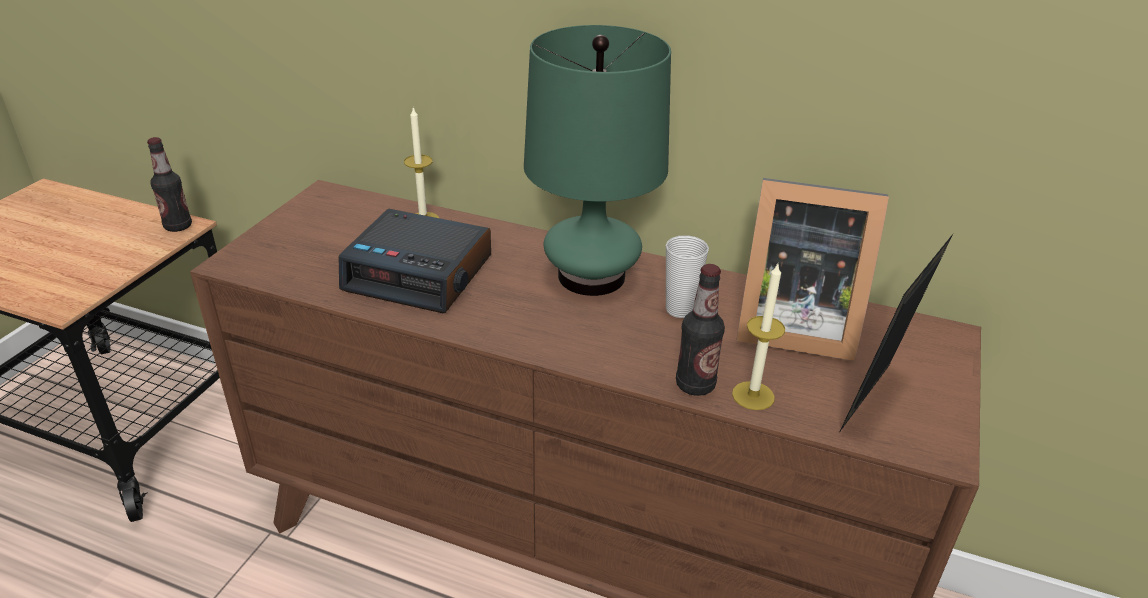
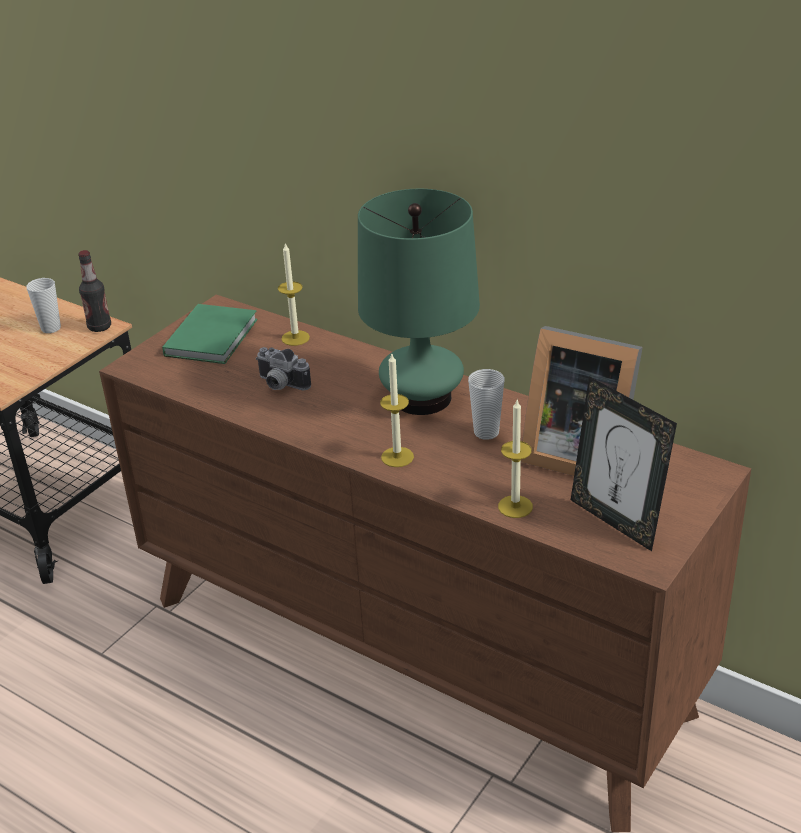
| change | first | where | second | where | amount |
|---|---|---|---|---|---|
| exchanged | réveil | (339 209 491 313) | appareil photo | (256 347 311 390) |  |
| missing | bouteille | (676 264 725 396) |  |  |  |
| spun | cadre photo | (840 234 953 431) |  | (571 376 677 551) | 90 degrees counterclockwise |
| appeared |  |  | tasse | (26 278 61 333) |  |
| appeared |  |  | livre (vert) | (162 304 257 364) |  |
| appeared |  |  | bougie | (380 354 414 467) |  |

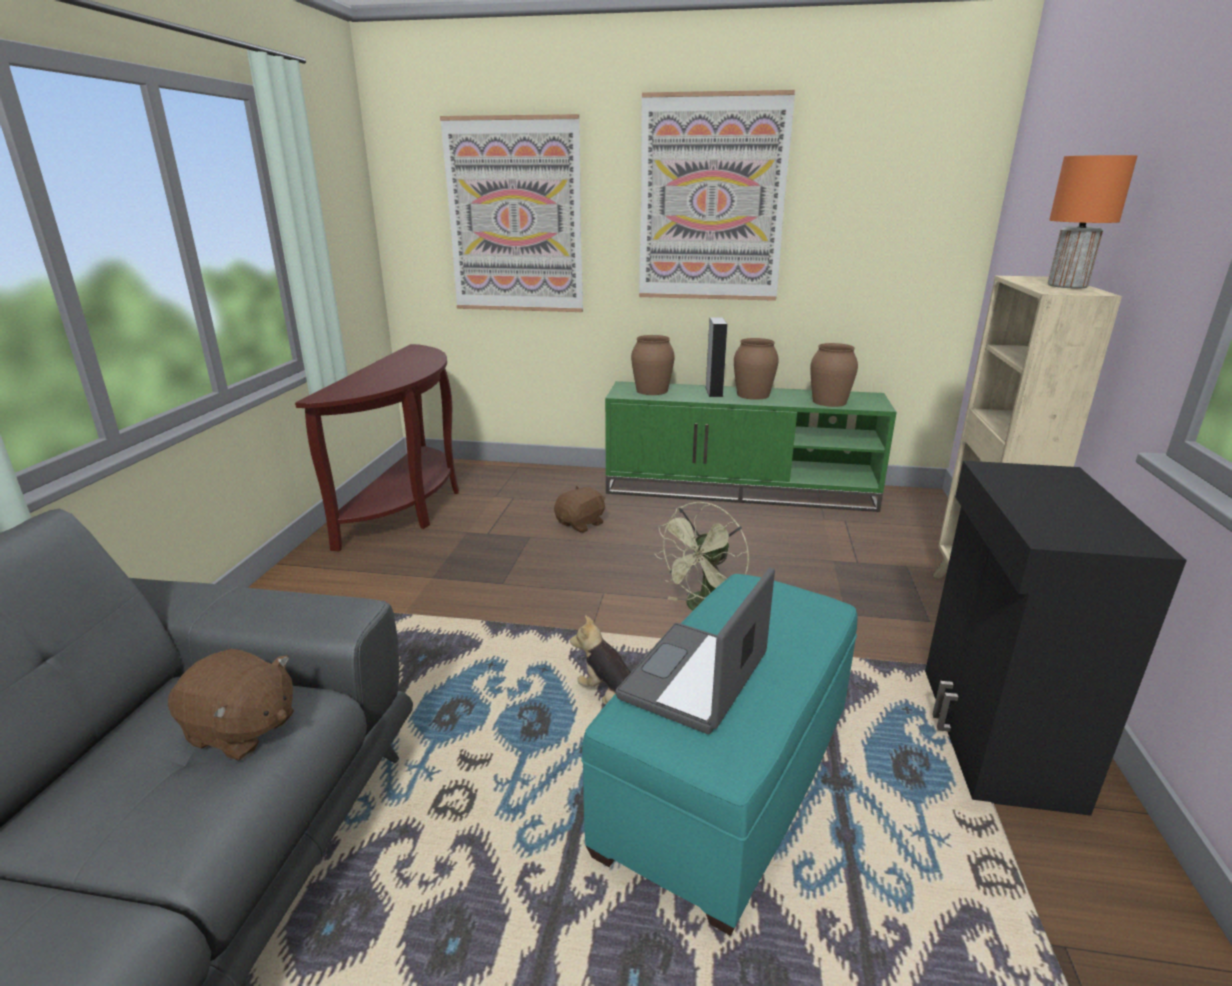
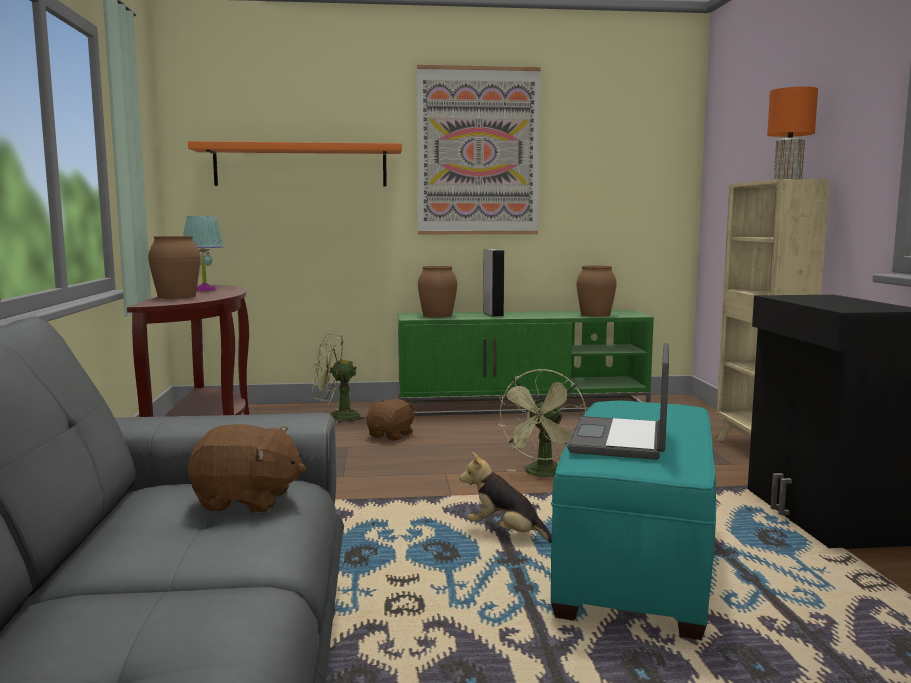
| change | first | where | second | where | amount |
|---|---|---|---|---|---|
| exchanged | tableau | (440 114 583 312) | étagère (orange) | (188 141 402 187) |  |
| relocated | vase (marron) | (734 338 779 400) |  | (148 236 200 299) |  |
| appeared |  |  | lampe de table (turquoise) | (183 216 224 291) |  |
| appeared |  |  | ventilateur (vert) | (312 334 366 423) |  |

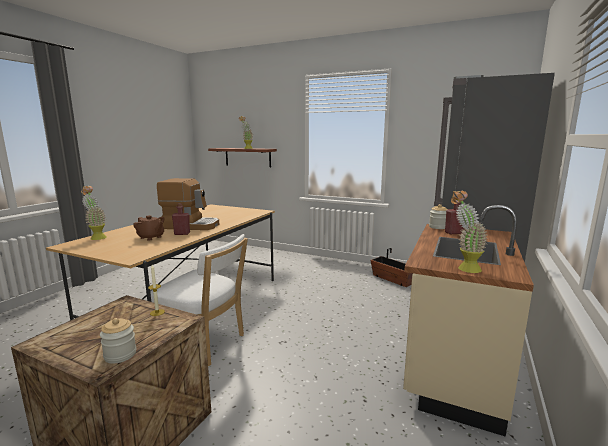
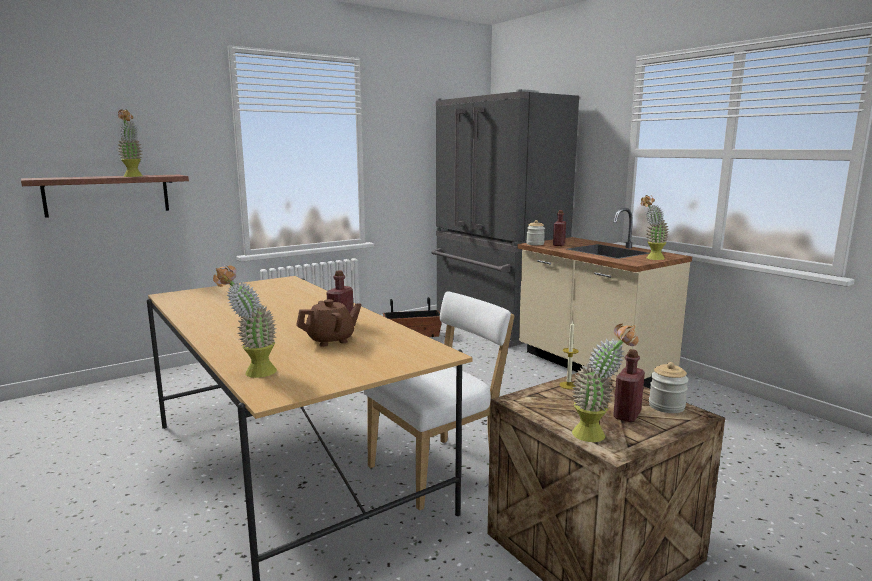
| change | first | where | second | where | amount |
|---|---|---|---|---|---|
| missing | machine à café | (157 178 219 230) |  |  |  |
| appeared |  |  | plante en pot | (572 324 638 442) |  |
| appeared |  |  | bouteille (rouge) | (613 349 645 422) |  |

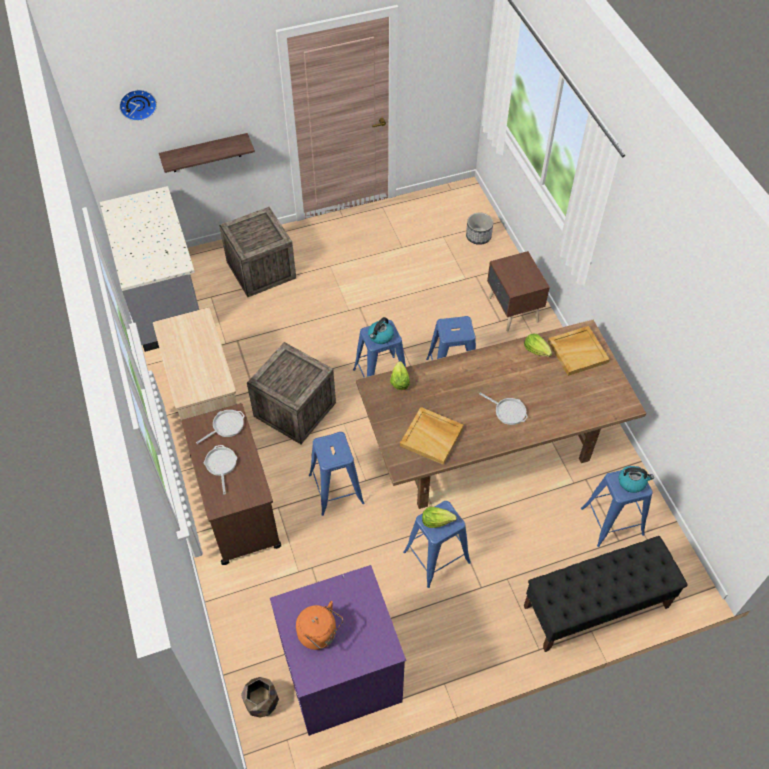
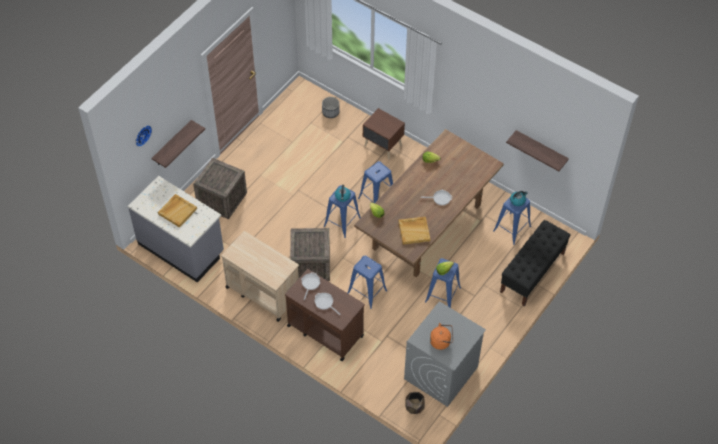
| change | first | where | second | where | amount |
|---|---|---|---|---|---|
| colour | lave-linge (violet) | (270 565 406 736) | lave-linge (gris) | (404 301 486 407) |  |
| relocated | plateau (beige) | (548 326 610 376) |  | (158 194 197 228) |  |
| appeared |  |  | étagère | (506 130 569 171) |  |

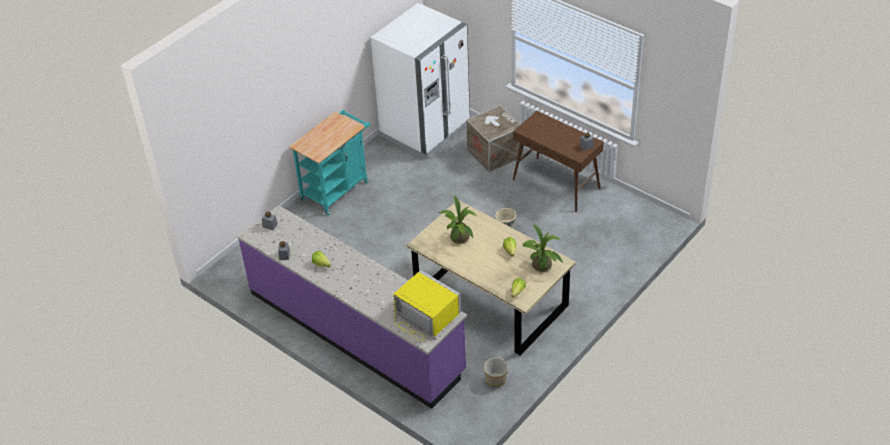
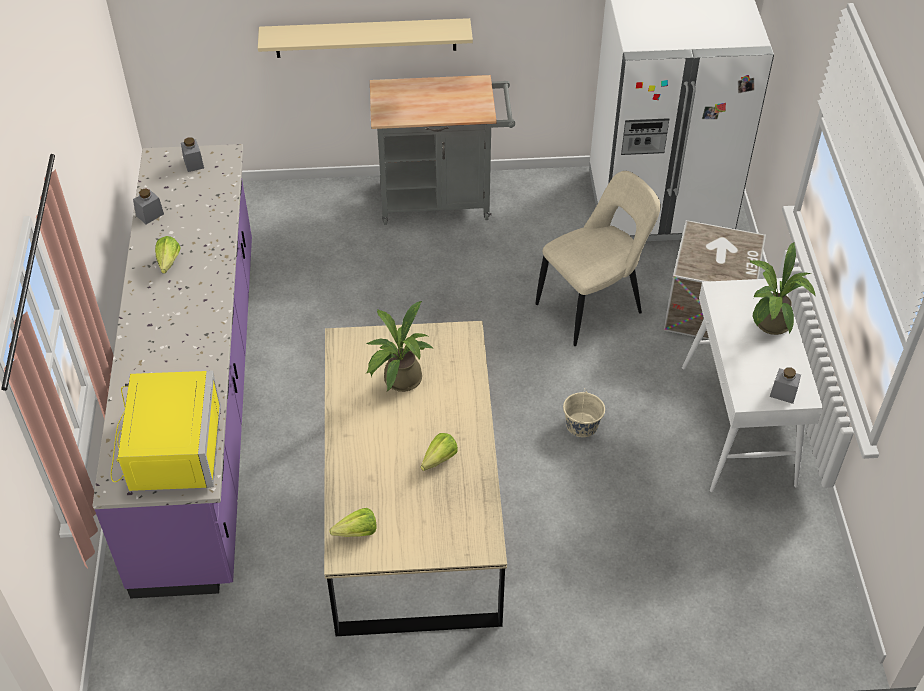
| change | first | where | second | where | amount |
|---|---|---|---|---|---|
| colour | chariot (turquoise) | (289 110 370 215) | chariot (gris) | (370 75 515 225) |  |
| missing | cache-pot | (484 358 508 387) |  |  |  |
| colour | table console (marron) | (513 111 604 212) | table console (blanc) | (682 278 823 492) |  |
| relocated | plante en pot | (523 223 563 272) |  | (750 242 816 335) |  |
| appeared |  |  | étagère (beige) | (258 18 473 58) |  |
| appeared |  |  | chaise (beige) | (535 171 661 346) |  |

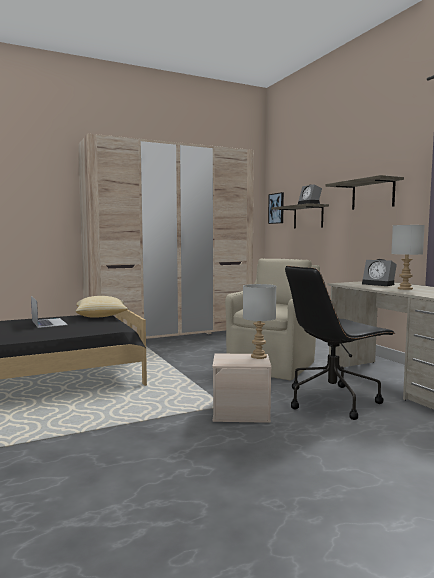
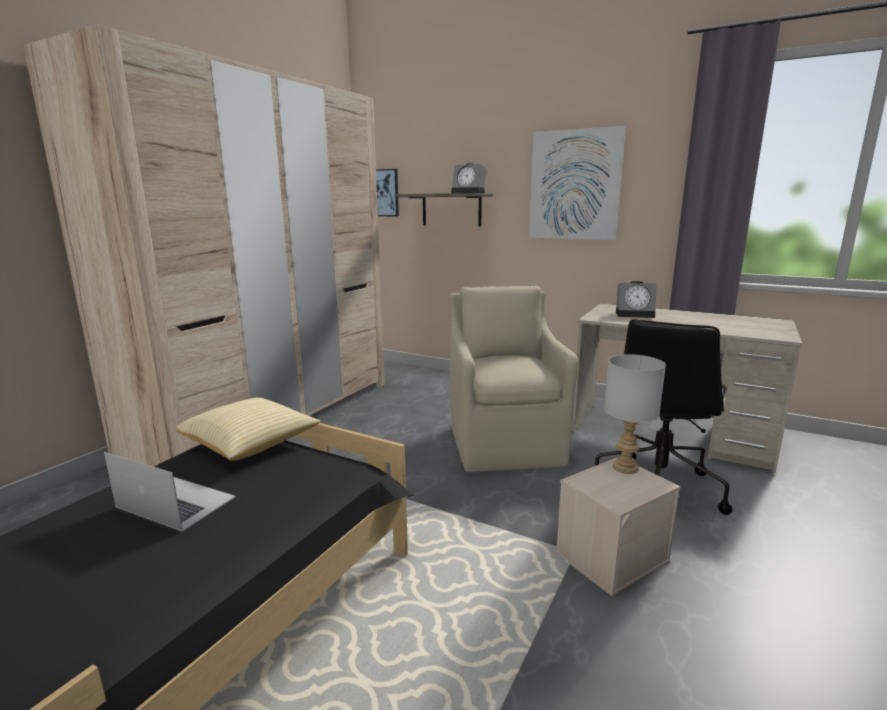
| change | first | where | second | where | amount |
|---|---|---|---|---|---|
| exchanged | étagère | (325 175 404 210) | tableau | (529 126 626 240) |  |
| missing | lampe de table (gris) | (391 225 425 290) |  |  |  |

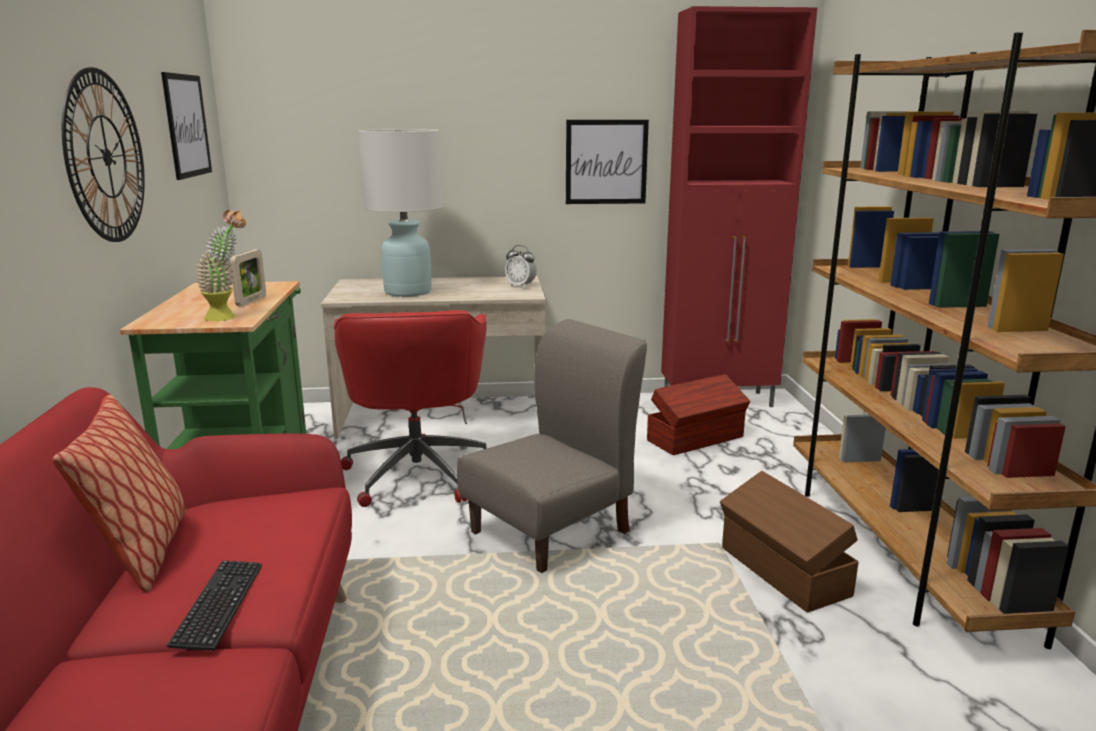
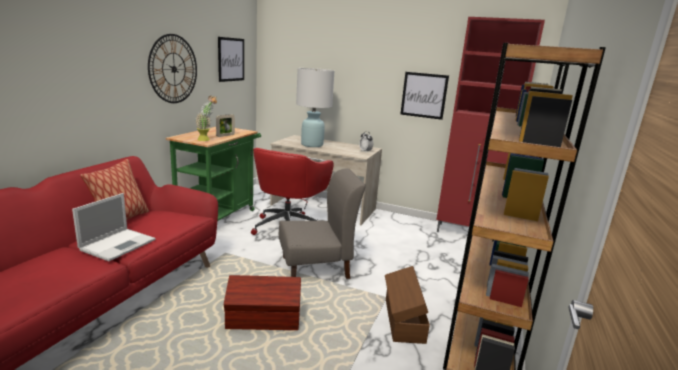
| change | first | where | second | where | amount |
|---|---|---|---|---|---|
| exchanged | clavier | (167 560 262 651) | ordinateur portable | (72 193 156 261) |  |
| relocated | boîte de rangement (marron) | (647 374 750 455) |  | (224 275 301 330) |  |

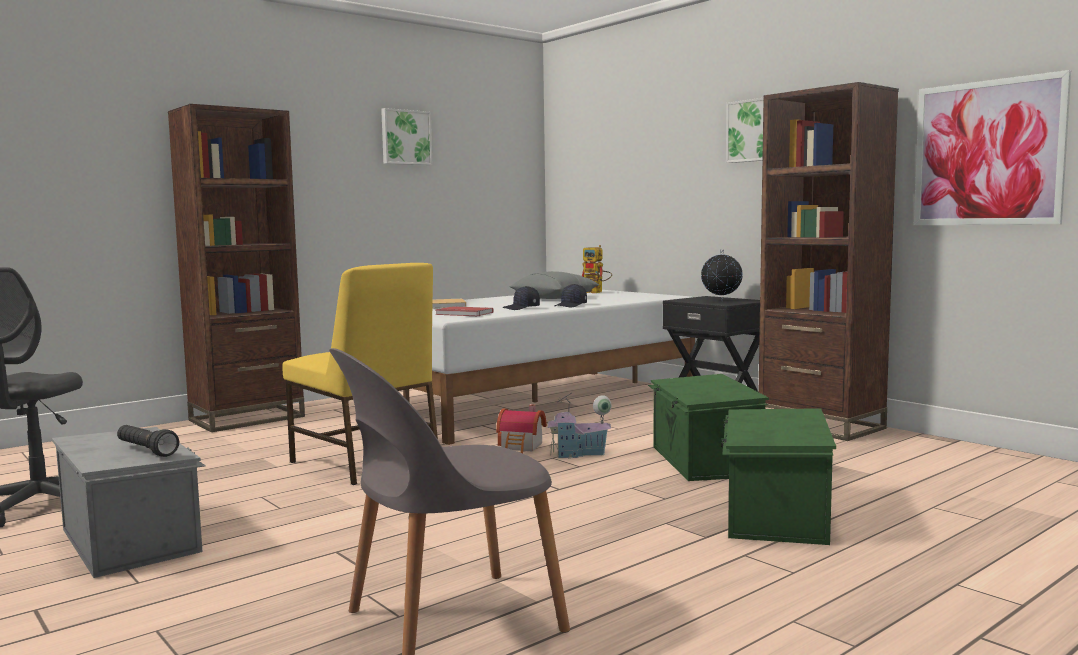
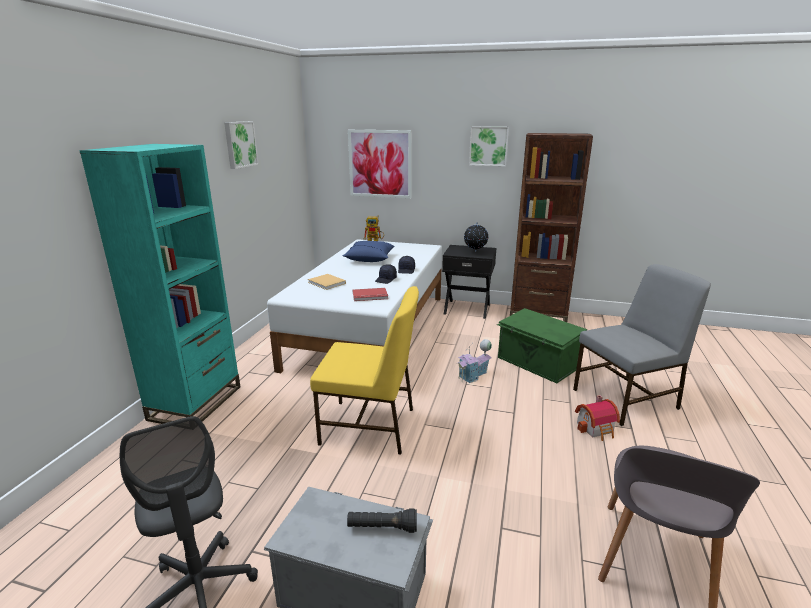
| change | first | where | second | where | amount |
|---|---|---|---|---|---|
| colour | bibliothèque (marron) | (168 104 305 432) | bibliothèque (turquoise) | (79 144 240 424) |  |
| relocated | maison miniature | (496 404 547 454) |  | (575 395 620 441) |  |
| colour | coussin (gris) | (509 271 599 299) | coussin (bleu) | (343 241 394 262) |  |
| exchanged | boîte de rangement (vert) | (721 408 836 545) | chaise (gris) | (573 264 711 426) |  |
| relocated | tableau | (914 70 1071 225) |  | (348 130 412 199) |  |

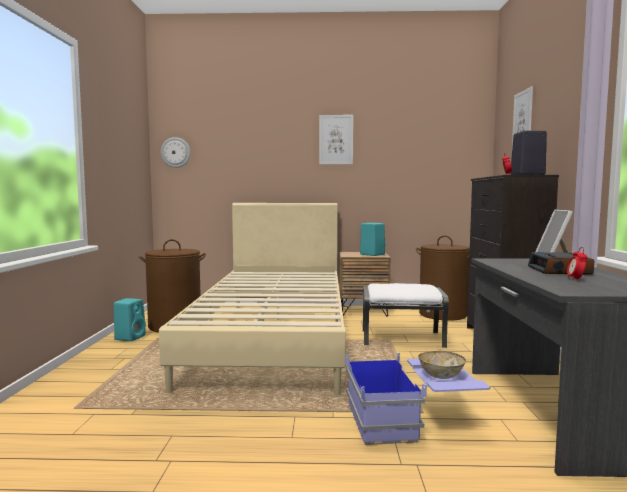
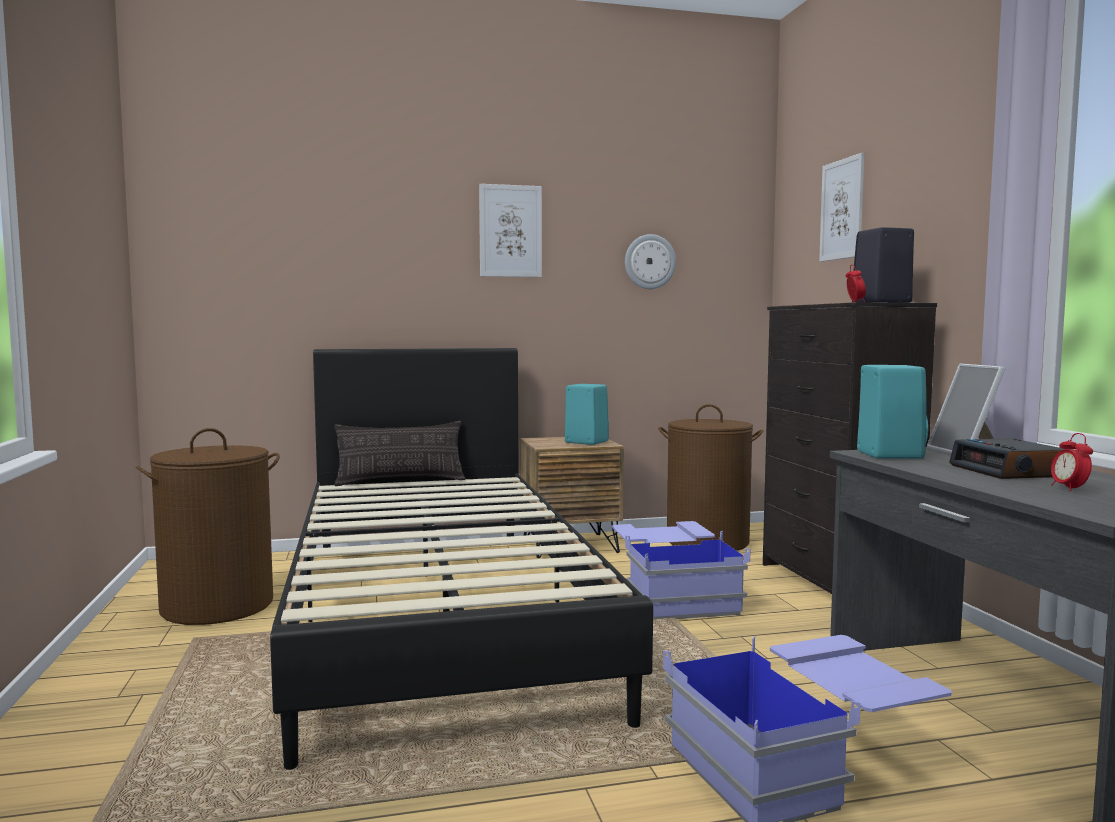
| change | first | where | second | where | amount |
|---|---|---|---|---|---|
| relocated | enceinte (turquoise) | (113 298 146 341) |  | (857 365 928 459) |  |
| colour | lit (beige) | (159 203 346 395) | lit (noir) | (270 348 653 770) |  |
| relocated | horloge murale | (161 137 191 168) |  | (625 234 676 289) |  |
| exchanged | pouf (blanc) | (363 283 449 348) | boîte de rangement (bleu) | (612 521 751 619) |  |
| missing | bol | (418 351 466 379) |  |  |  |
| appeared |  |  | coussin | (334 421 466 486) |  |

